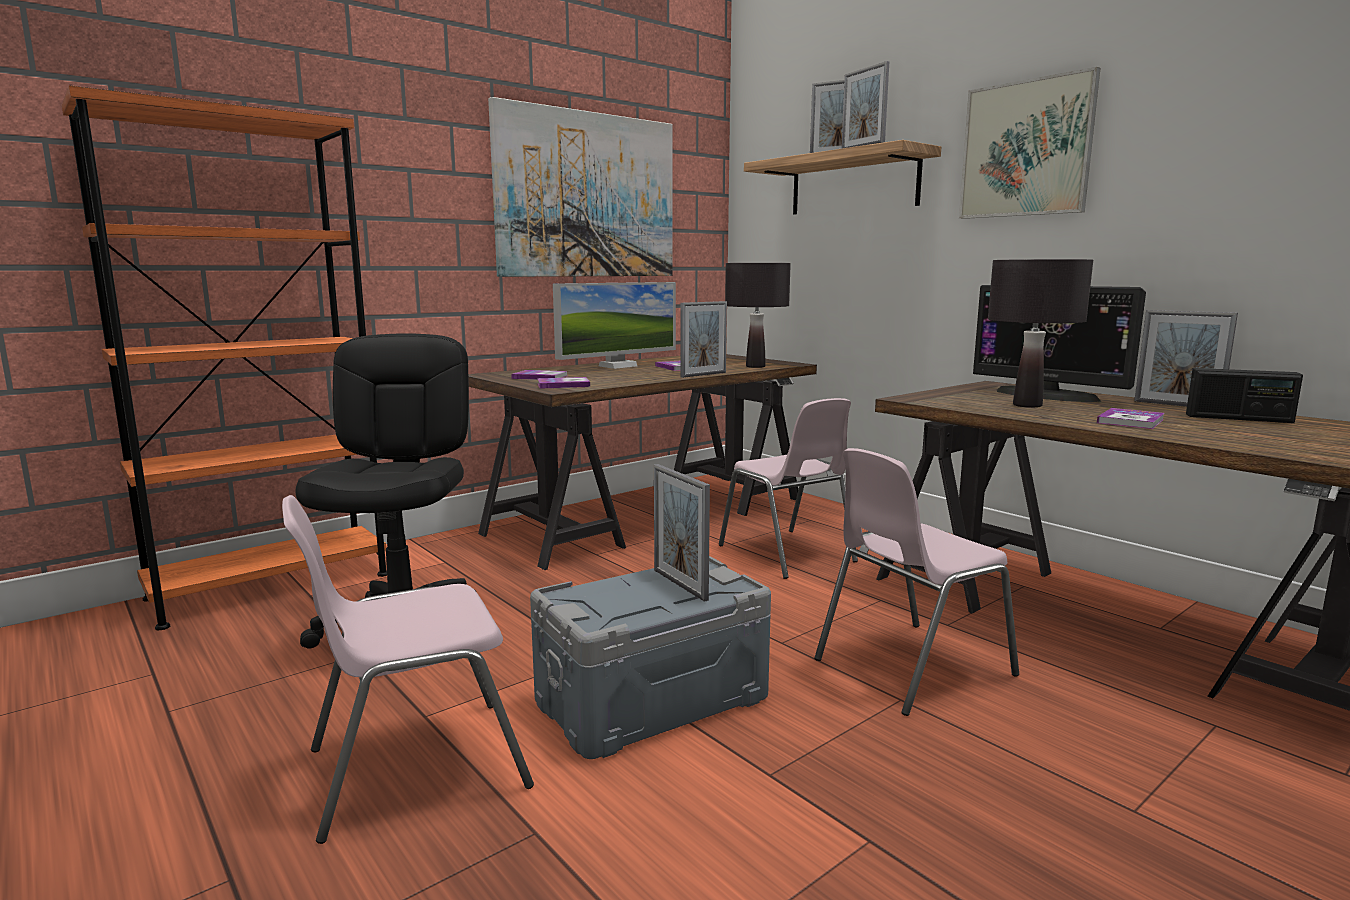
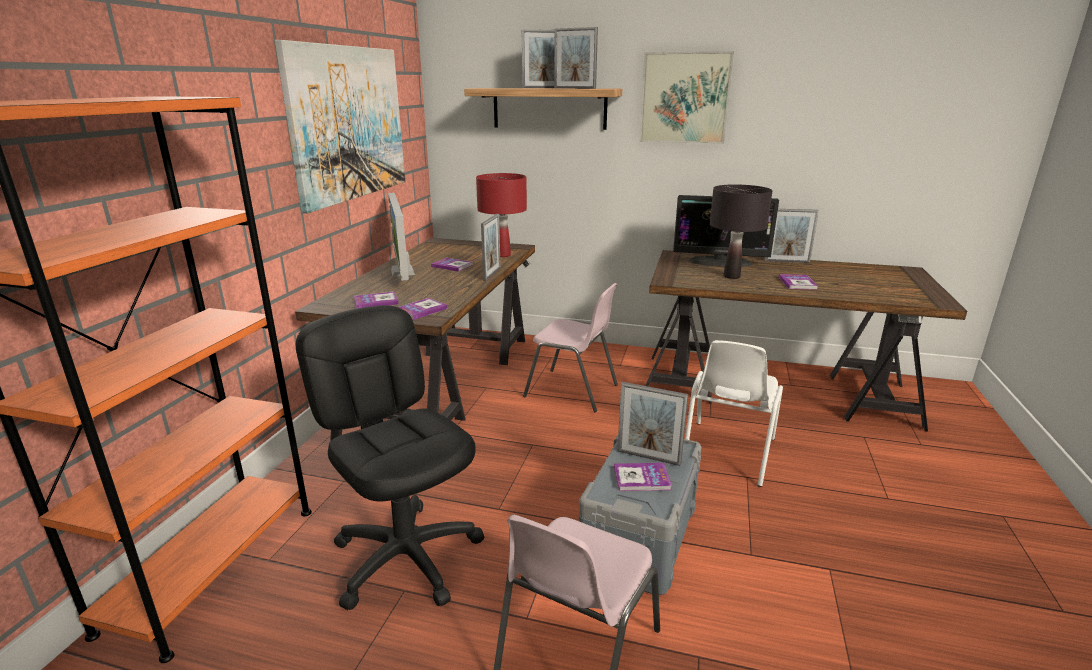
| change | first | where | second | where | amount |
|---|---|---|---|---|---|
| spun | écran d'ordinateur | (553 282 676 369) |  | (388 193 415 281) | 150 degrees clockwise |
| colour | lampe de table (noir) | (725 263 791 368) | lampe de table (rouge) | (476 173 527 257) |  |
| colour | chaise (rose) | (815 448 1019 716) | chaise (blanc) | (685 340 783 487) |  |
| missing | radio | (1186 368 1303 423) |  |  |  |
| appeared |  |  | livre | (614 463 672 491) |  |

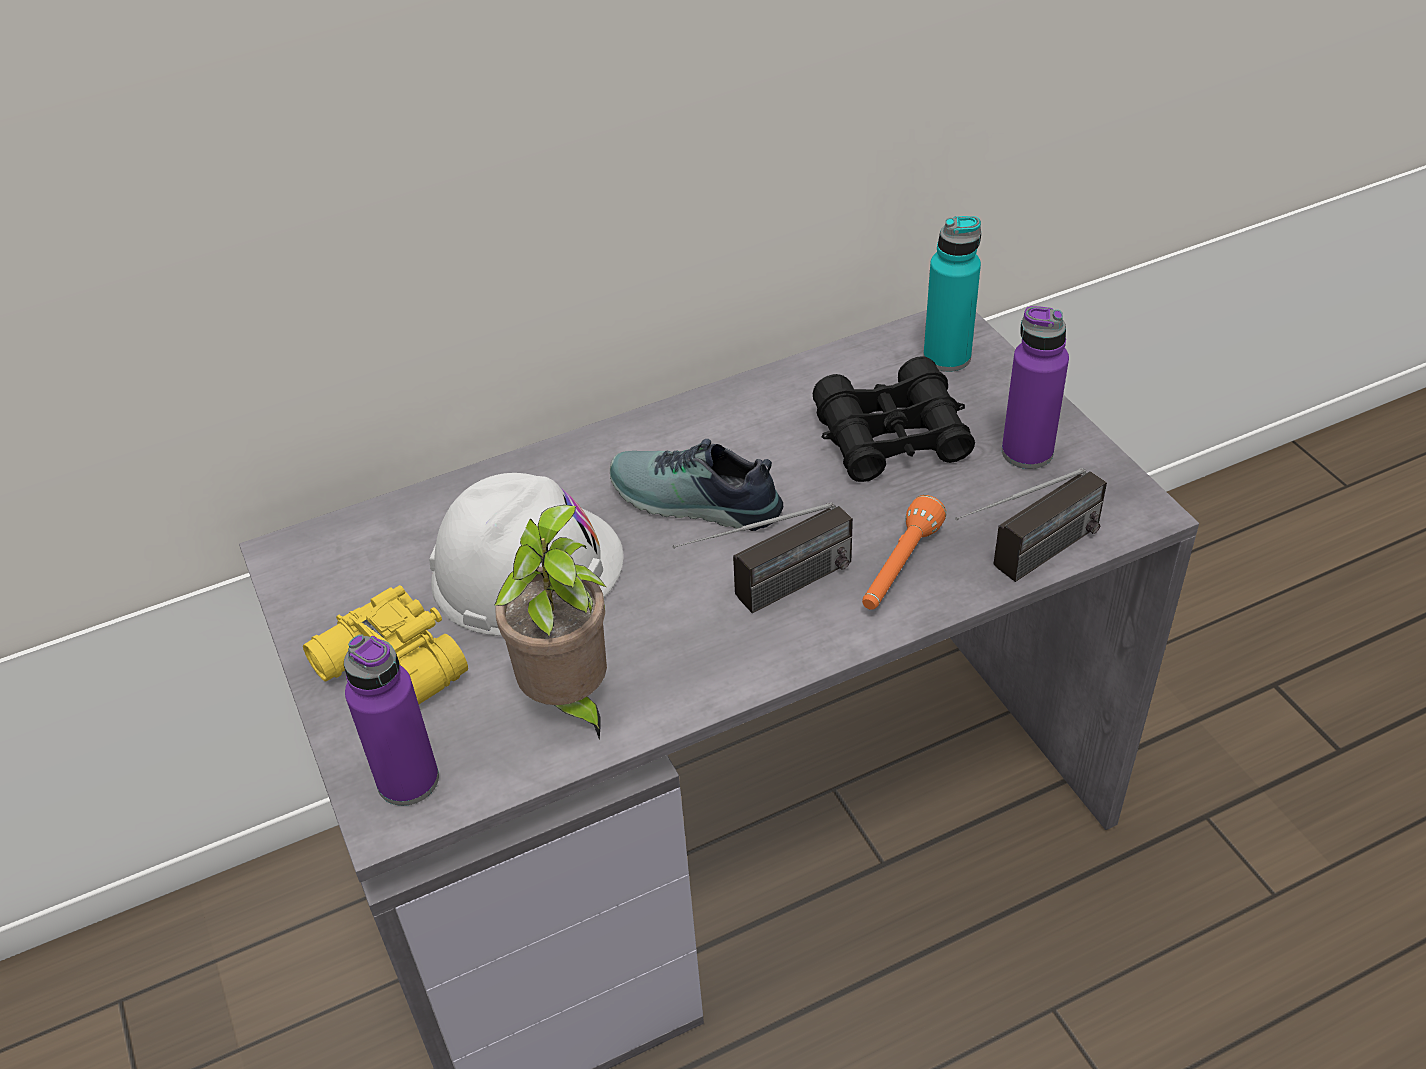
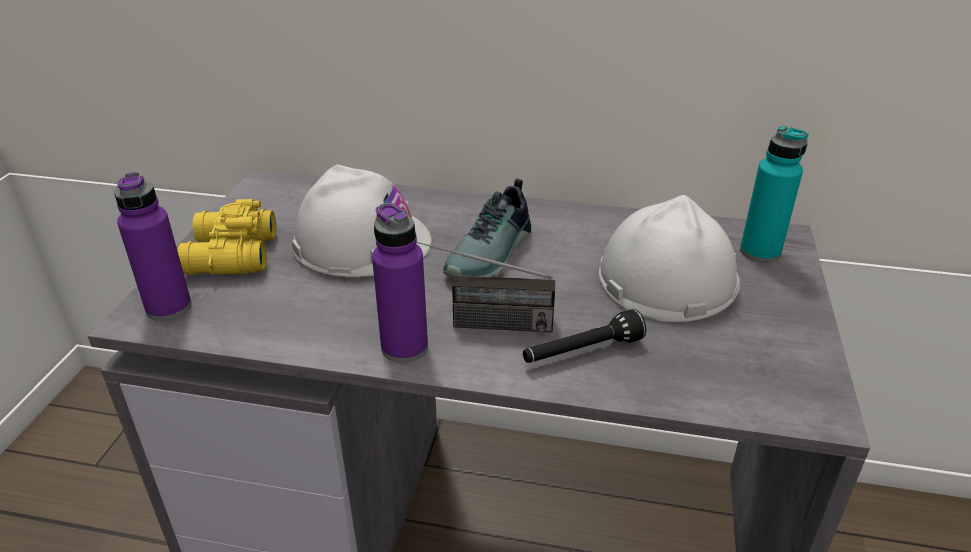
| change | first | where | second | where | amount |
|---|---|---|---|---|---|
| missing | plante en pot | (494 505 607 740) |  |  |  |
| spun | chaussure | (610 439 783 531) |  | (443 178 531 277) | 120 degrees counterclockwise |
| exchanged | jumelles (noir) | (813 356 975 482) | casque de chantier (blanc) | (599 195 740 322) |  |
| colour | lampe de poche (orange) | (862 495 946 610) | lampe de poche (noir) | (523 309 646 363) |  |
| missing | radio | (955 468 1107 582) |  |  |  |
| relocated | bouteille (violet) | (1002 306 1069 469) |  | (372 203 428 363) |  |

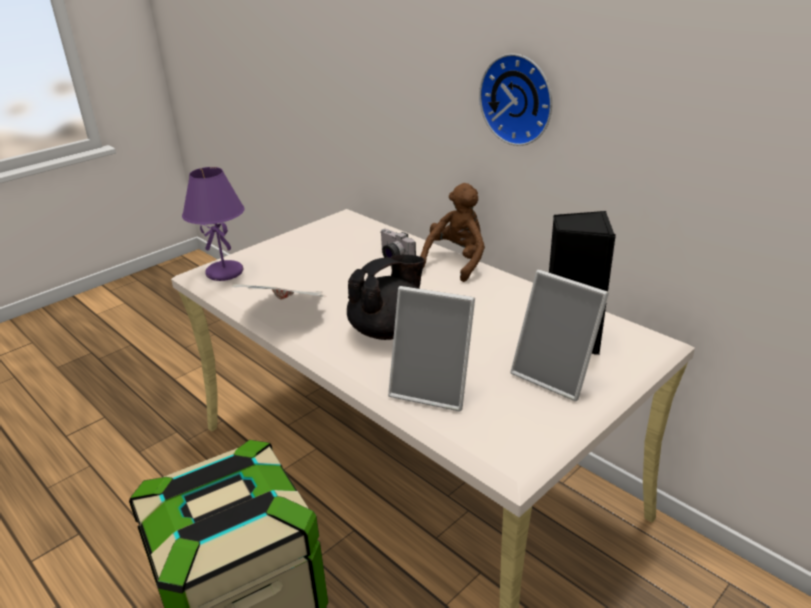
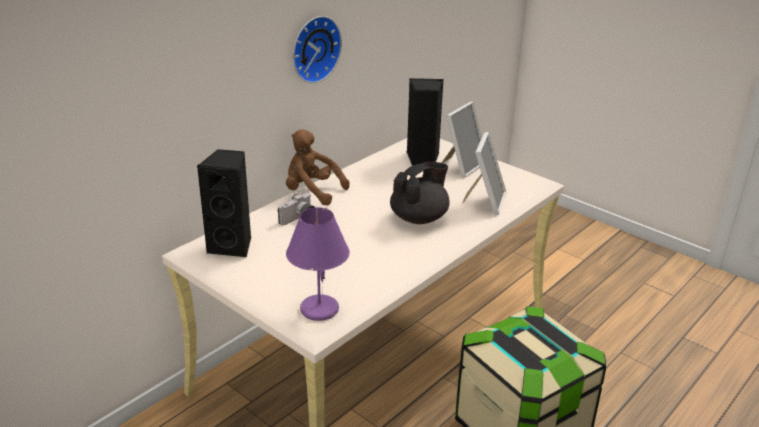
| change | first | where | second | where | amount |
|---|---|---|---|---|---|
| missing | journal | (232 284 324 300) |  |  |  |
| spun | théière (noir) | (347 254 425 340) |  | (390 162 450 224) | 90 degrees clockwise |
| appeared |  |  | enceinte (noir) | (197 149 251 257) |  |

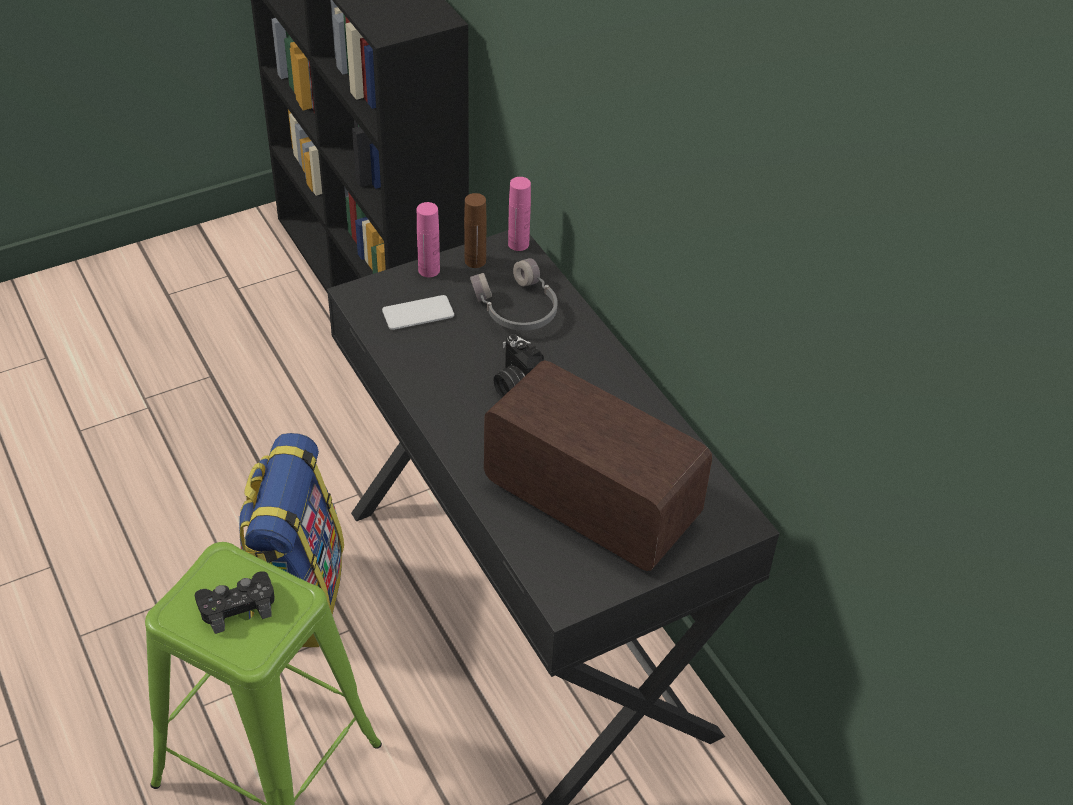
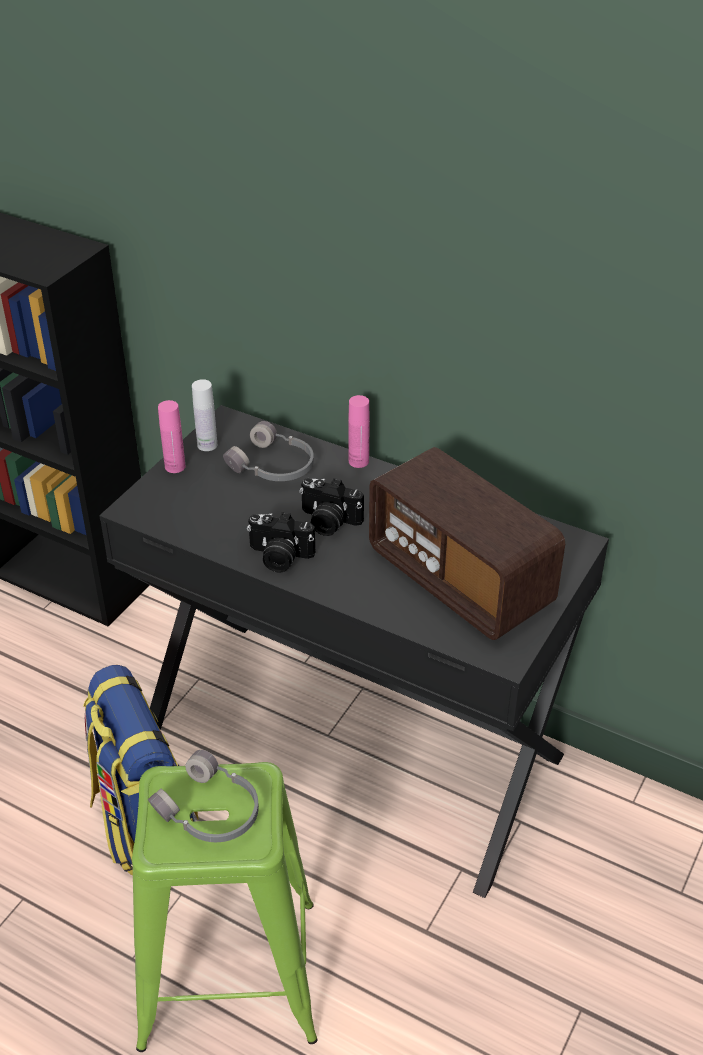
| change | first | where | second | where | amount |
|---|---|---|---|---|---|
| exchanged | manette (noir) | (195 571 275 634) | casque audio (gris) | (148 750 259 842) |  |
| missing | téléphone | (382 295 454 330) |  |  |  |
| colour | bouteille (marron) | (464 193 487 268) | bouteille (blanc) | (192 379 217 451) |  |
| spun | radio | (484 360 712 571) |  | (369 447 565 640) | 135 degrees counterclockwise |
| relocated | bouteille (rose) | (508 177 531 251) |  | (348 395 370 468) |  |
| appeared |  |  | appareil photo | (247 512 316 572) |  |

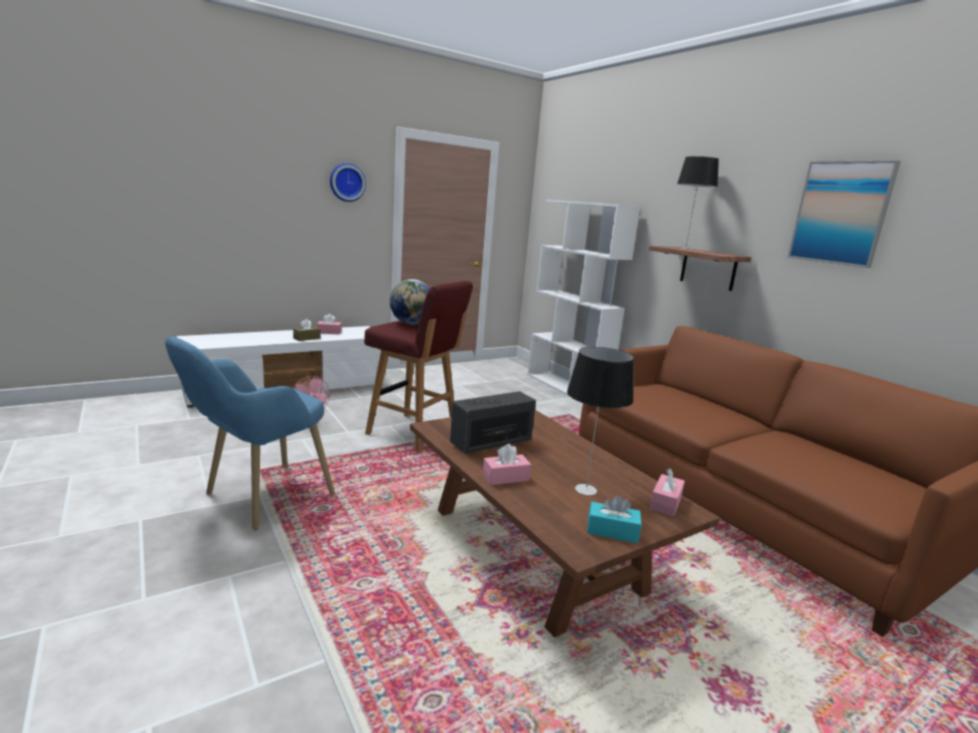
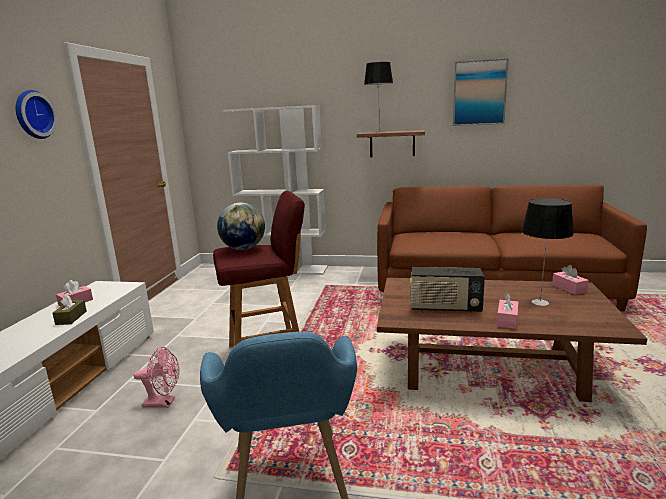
| change | first | where | second | where | amount |
|---|---|---|---|---|---|
| spun | radio | (450 391 536 454) |  | (410 267 485 313) | 90 degrees counterclockwise |
| missing | boîte à mouchoirs (turquoise) | (587 495 642 543) |  |  |  |

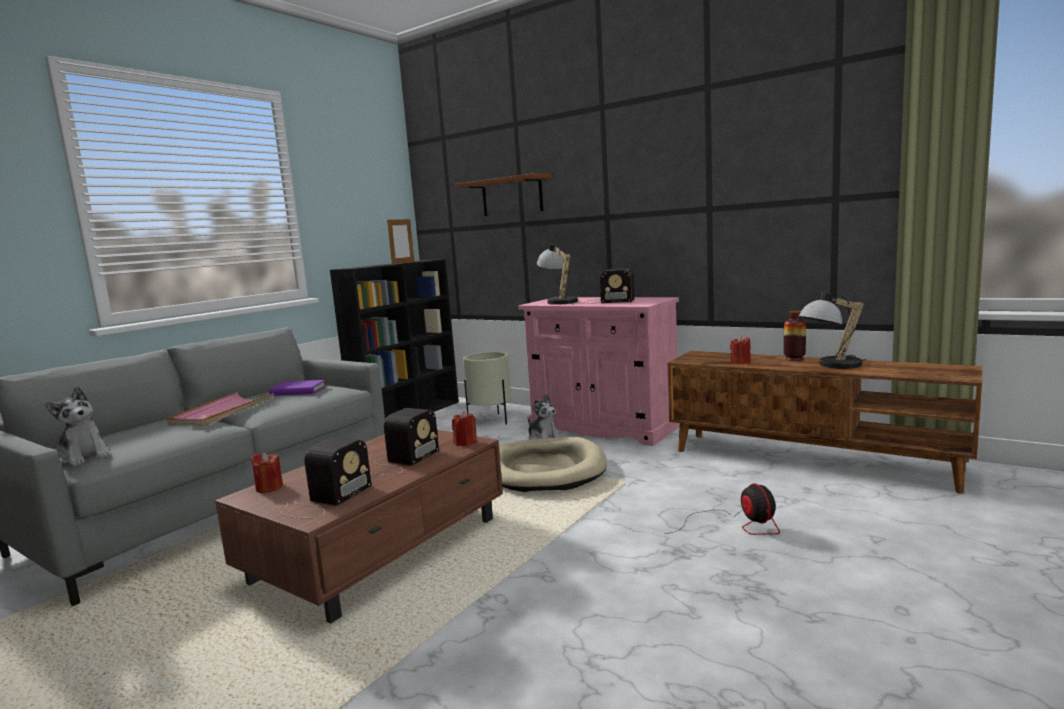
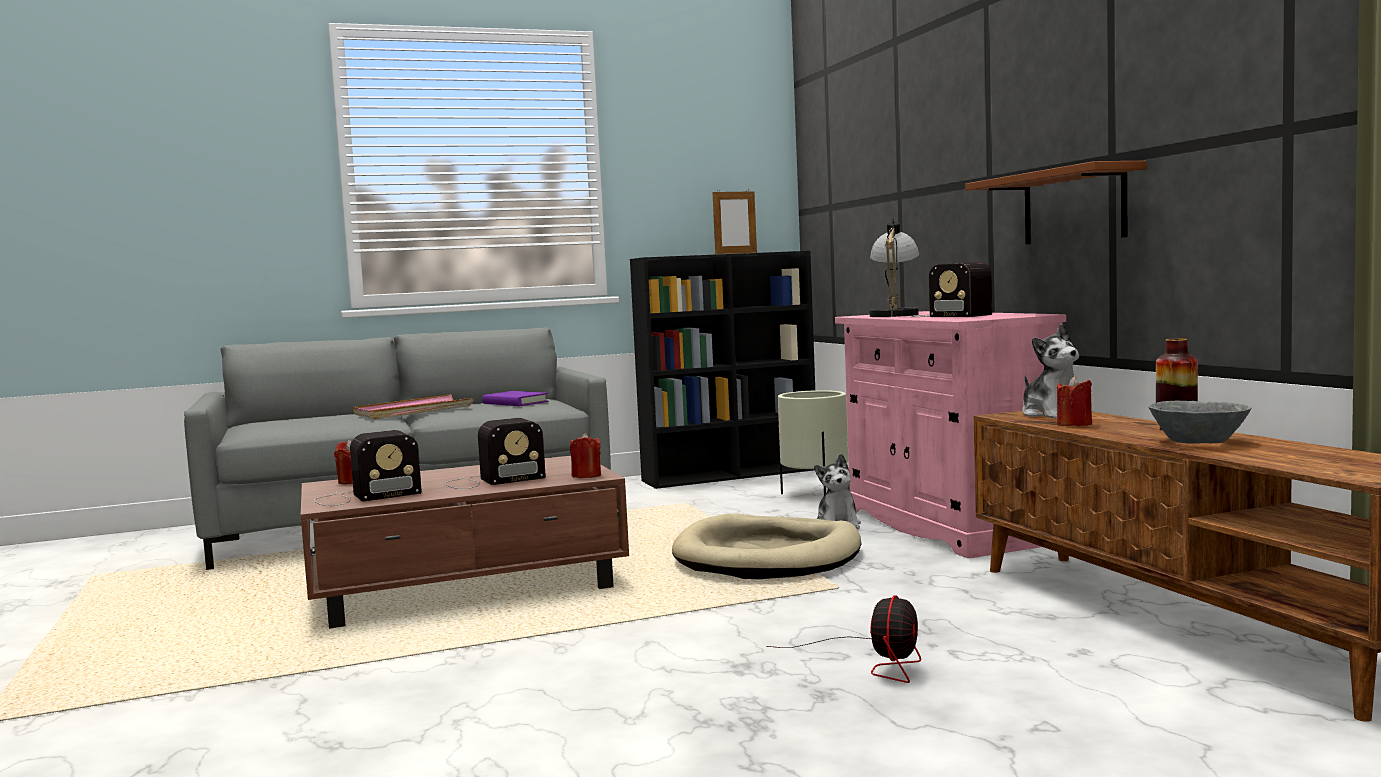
| change | first | where | second | where | amount |
|---|---|---|---|---|---|
| relocated | peluche | (45 387 111 466) |  | (1022 324 1079 419) |  |
| relocated | étagère (marron) | (455 173 552 216) |  | (965 161 1147 244) |  |
| exchanged | lampe de table | (799 288 866 369) | bol (gris) | (1149 401 1251 444) |  |

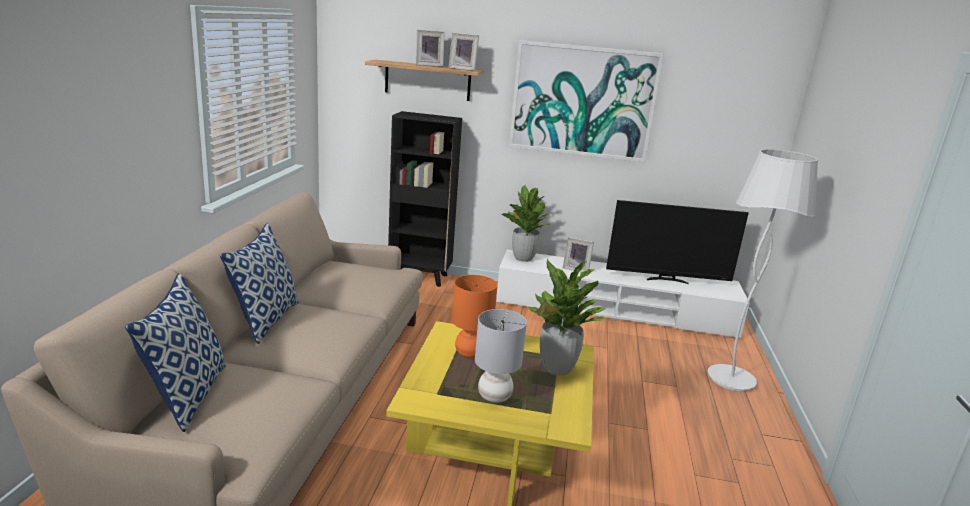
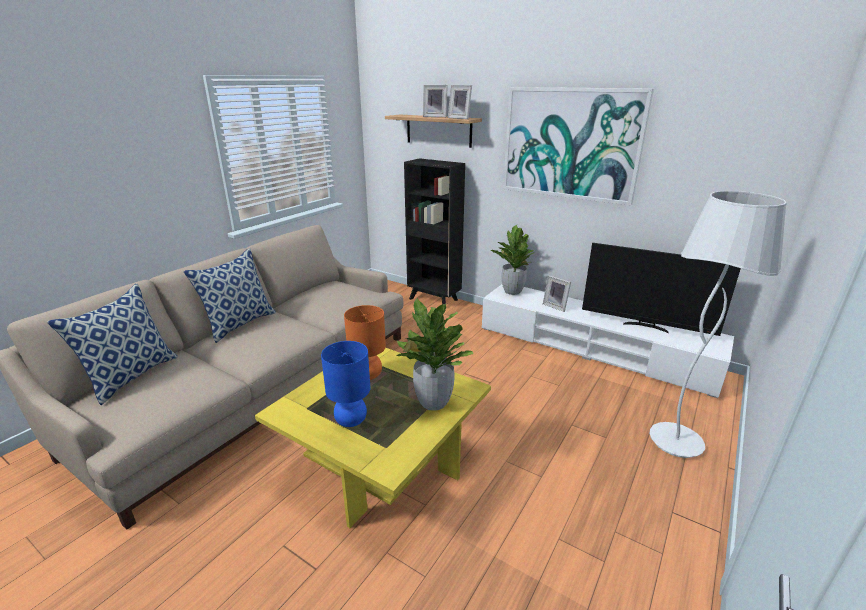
| change | first | where | second | where | amount |
|---|---|---|---|---|---|
| colour | lampe de table (gris) | (475 309 527 403) | lampe de table (bleu) | (321 341 371 427) |  |

